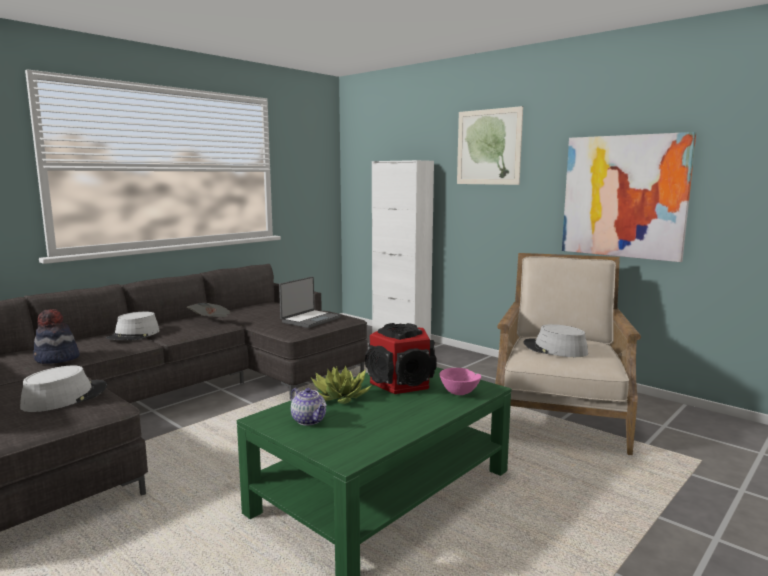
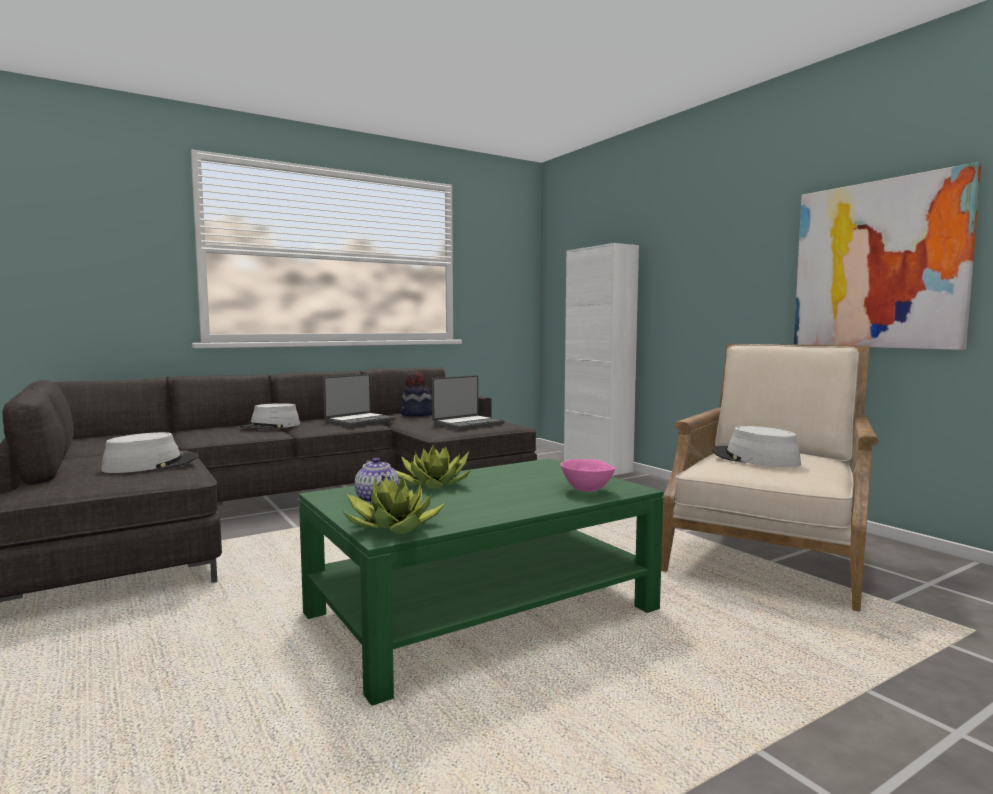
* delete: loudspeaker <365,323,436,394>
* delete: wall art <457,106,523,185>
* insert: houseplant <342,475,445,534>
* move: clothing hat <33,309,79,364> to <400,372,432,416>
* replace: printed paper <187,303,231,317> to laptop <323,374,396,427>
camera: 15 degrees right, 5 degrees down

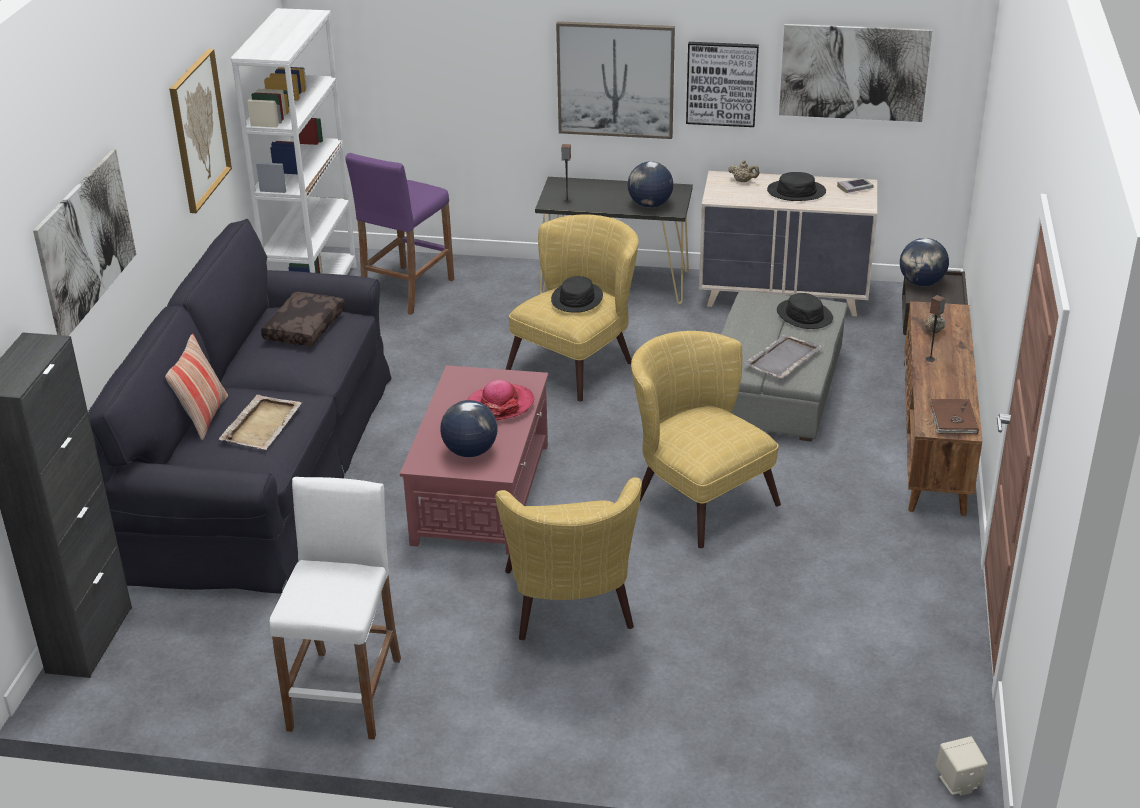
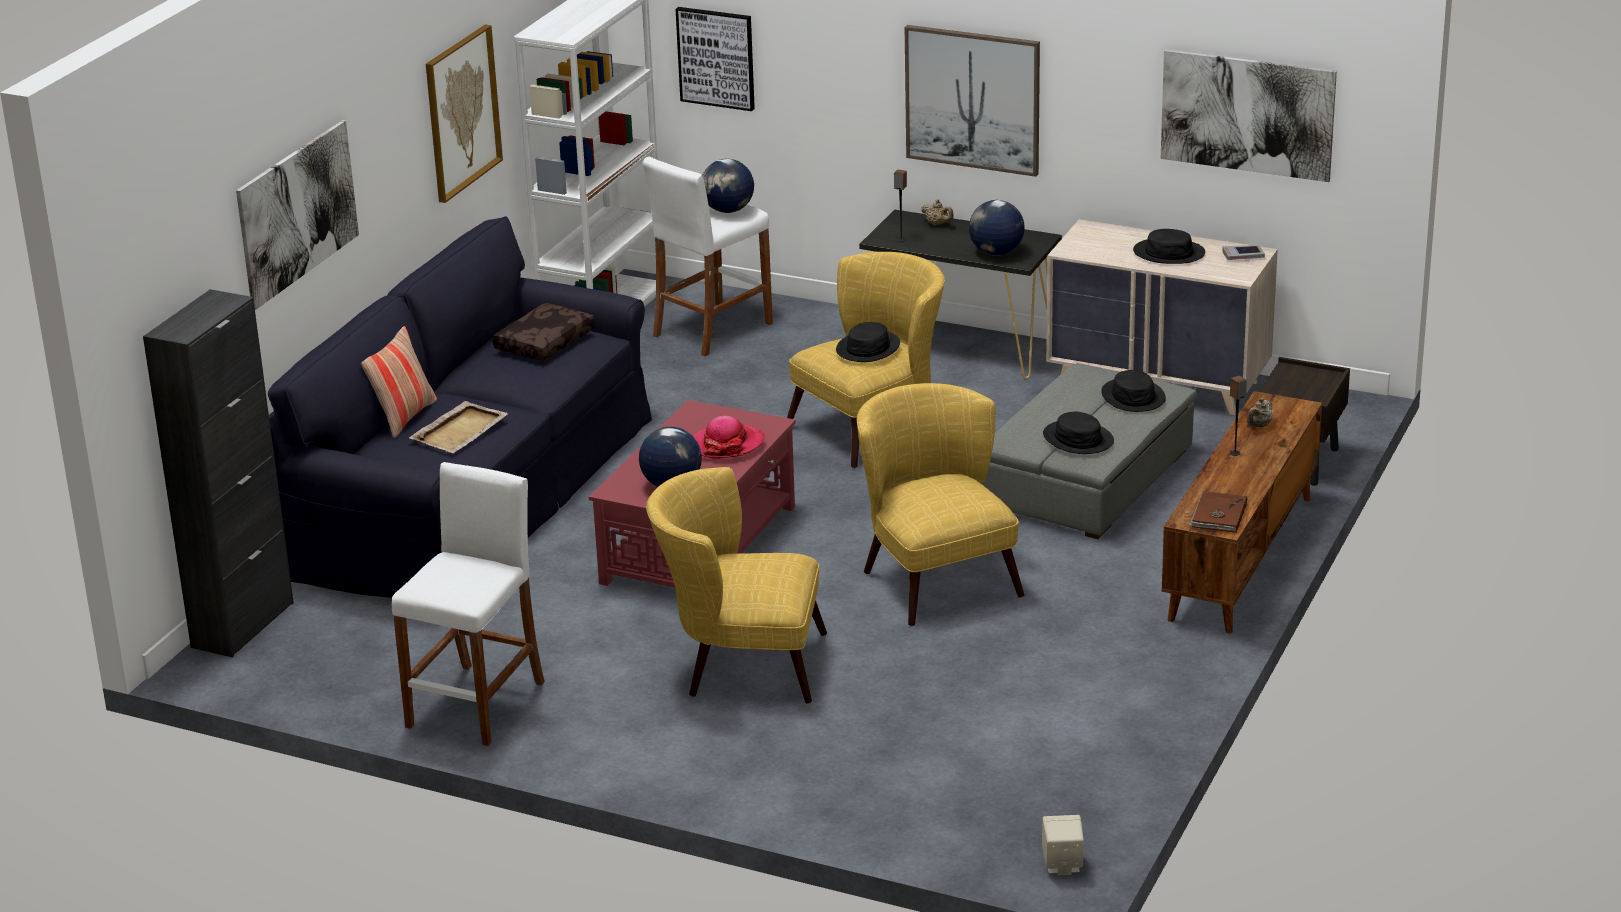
* move: wall art <686,42,759,127> to <676,7,755,111>
* move: sand-coloured teapot <728,160,759,182> to <921,199,954,226>
* move: world globe <900,238,949,286> to <702,159,754,213>
* replace: gray tray <743,334,822,378> to black-coloured clothing hat <1043,412,1114,454>
* recolor: purplish stool seat <345,153,454,315> to white stool seat <643,157,773,356>
* rotate: yellow armchair <495,477,642,640> = <646,467,827,704> 90 degrees clockwise
camera: 15 degrees right, 5 degrees down

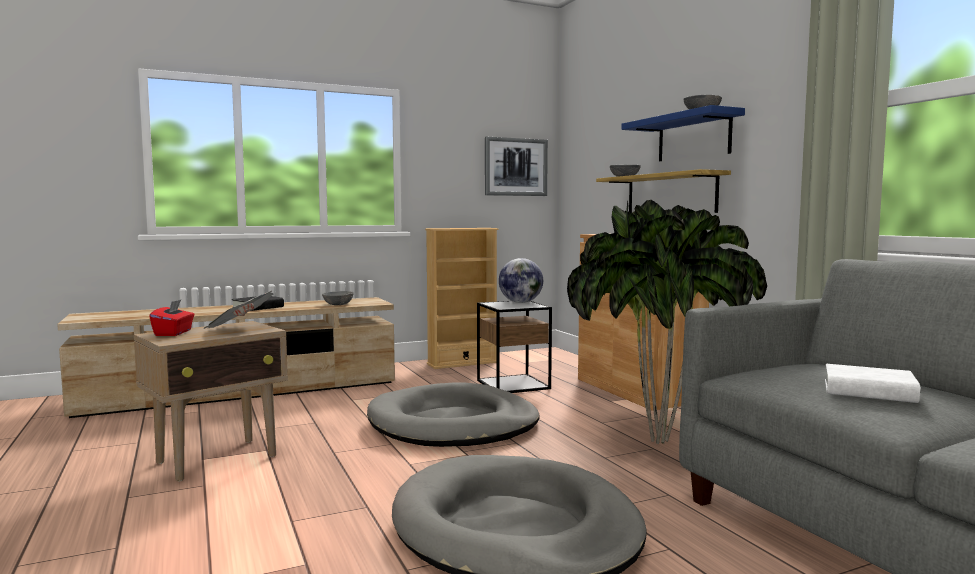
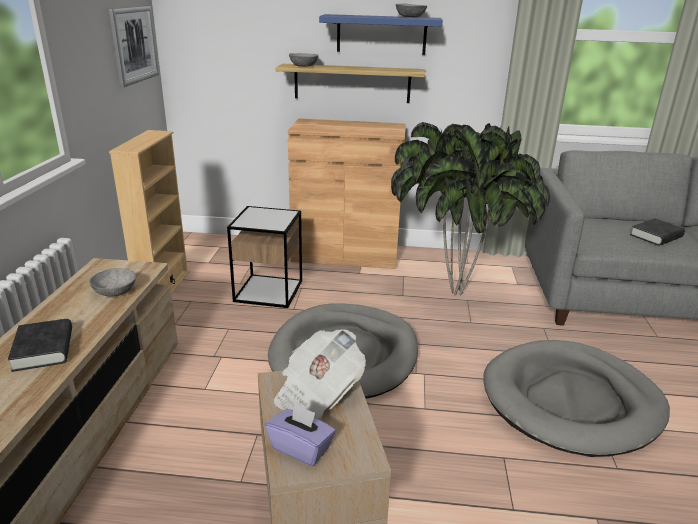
* delete: world globe <499,258,543,303>
* recolor: red-coloured tissue box <149,300,194,336> to purplish tissue box <265,403,336,466>
* recolor: white book <825,364,920,403> to black-coloured book <630,218,685,246>
camera: 60 degrees left, 20 degrees up

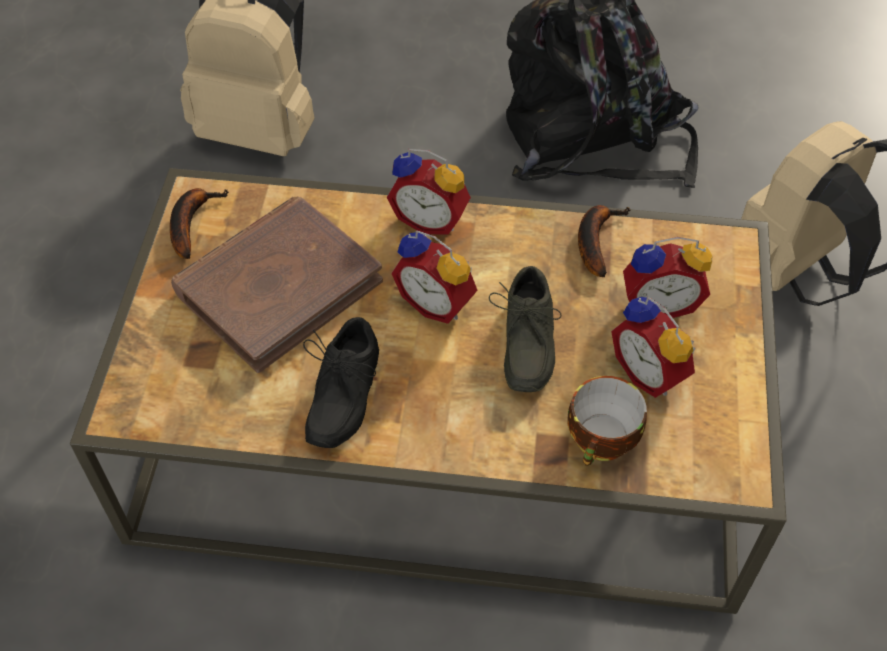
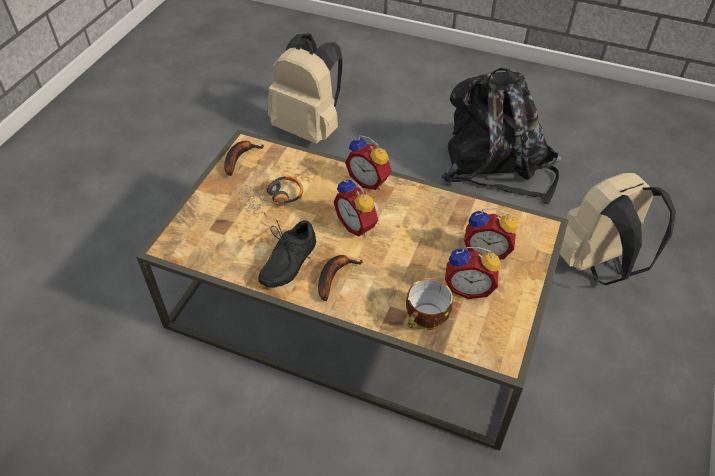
* delete: gray low shoe <489,266,562,392>
* move: banana fruit <578,205,631,277> to <318,255,363,301>
* replace: brown-coloured book <171,197,383,373> to pair of headphones <238,176,303,217>
* rotate: table clock <611,296,695,398> = <445,246,500,299> 60 degrees counterclockwise
camera: 15 degrees right, 5 degrees down

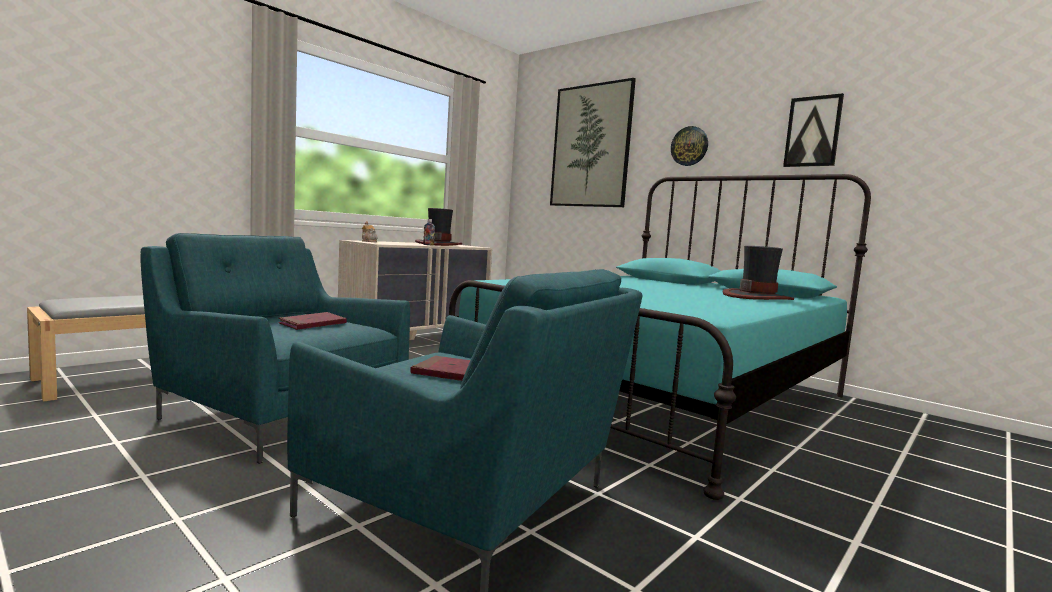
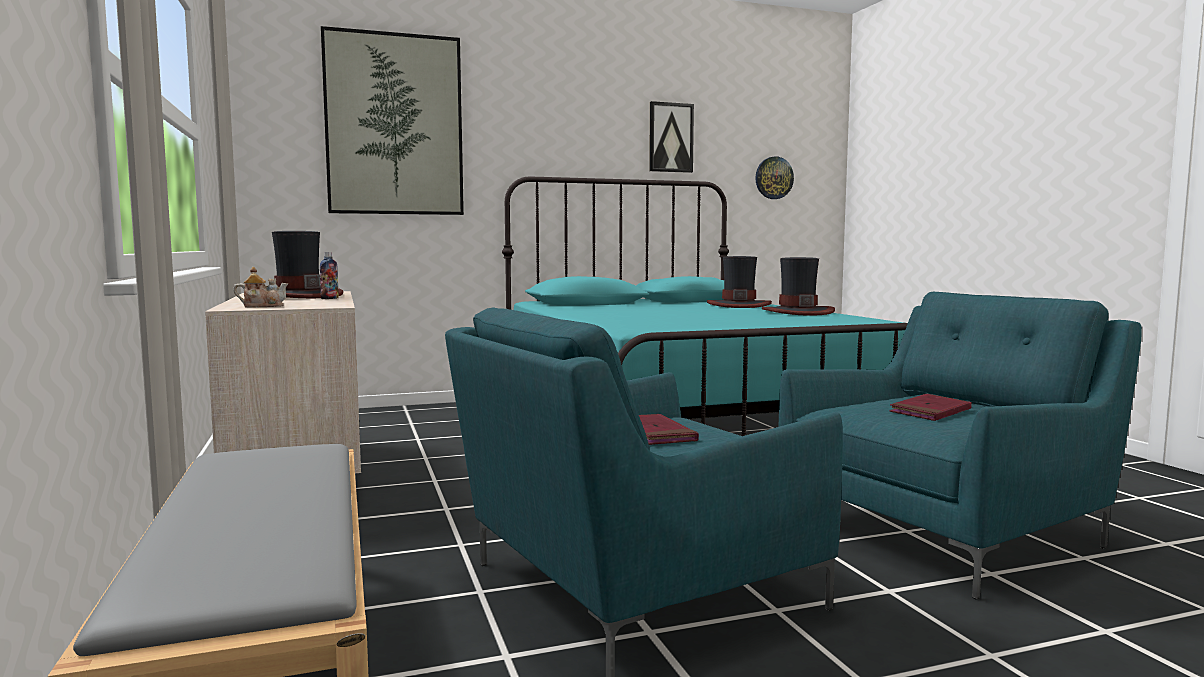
* insert: clothing hat <762,257,835,316>
* move: hanging clock <671,126,708,166> to <755,156,794,199>
camera: 60 degrees left, 0 degrees up

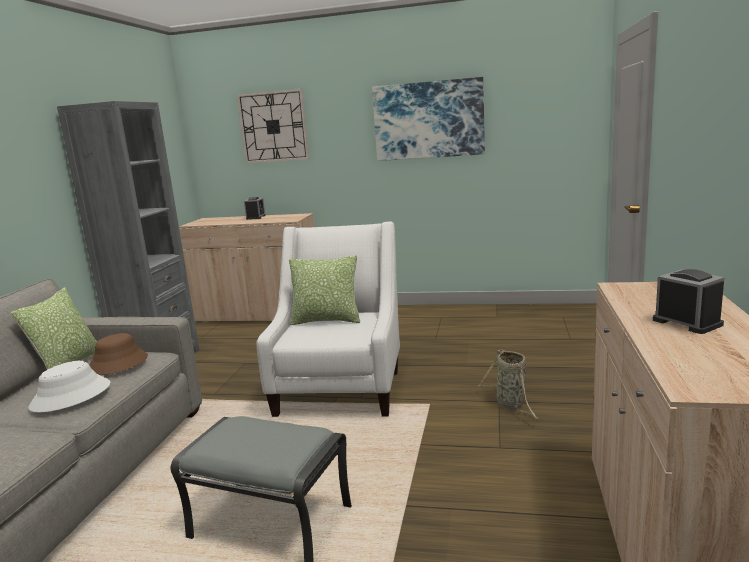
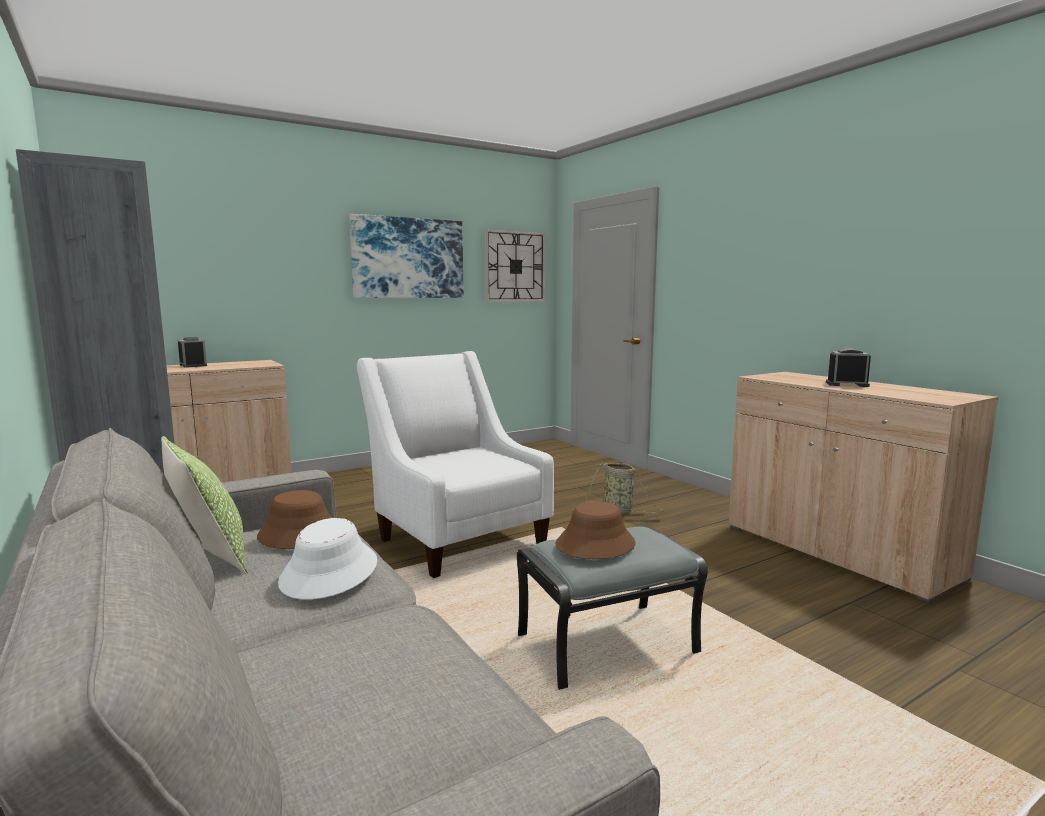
* delete: throw pillow <289,255,360,325>
* insert: brown-coloured clothing hat <556,502,636,559>
* move: hanging clock <236,88,309,164> to <485,229,546,302>
camera: 45 degrees left, 5 degrees down

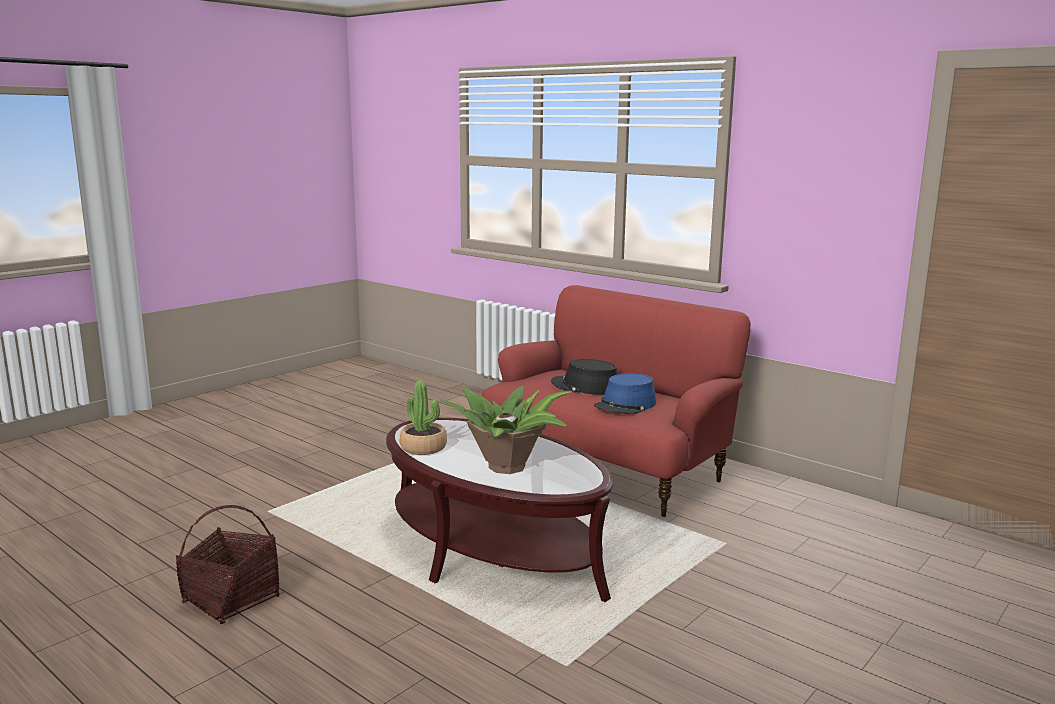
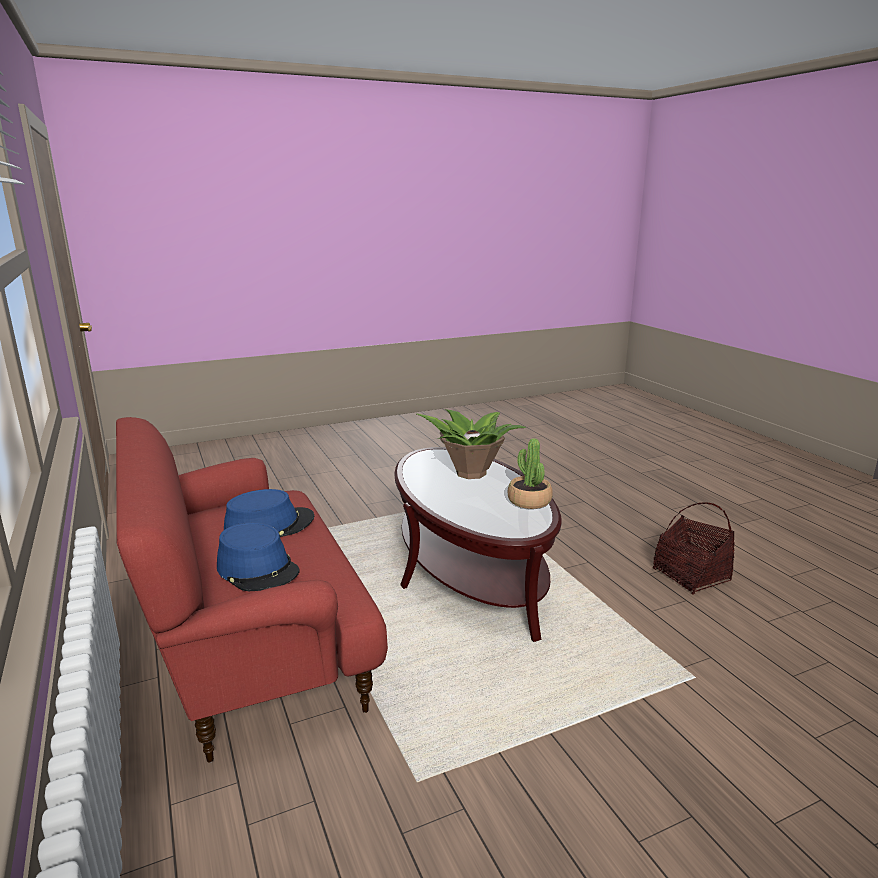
* recolor: black-coloured clothing hat <551,359,618,395> to bluish clothing hat <217,522,300,591>
camera: 155 degrees left, 5 degrees up

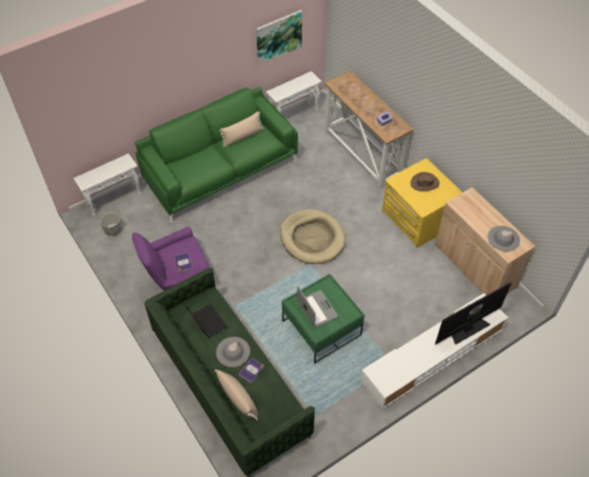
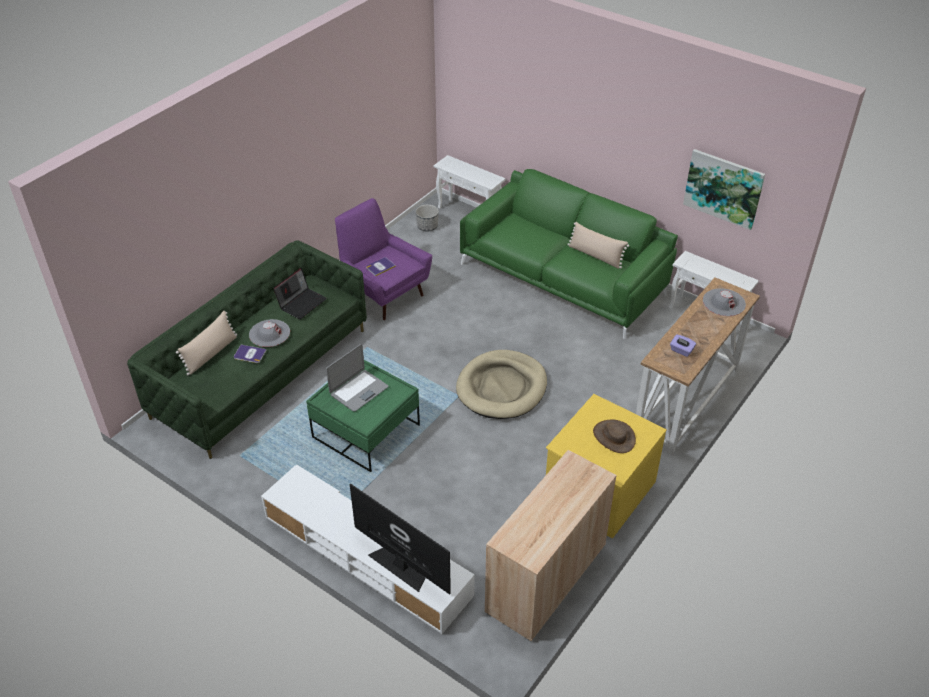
* move: gray clothing hat <487,226,520,252> to <703,288,746,316>
camera: 70 degrees right, 10 degrees down

